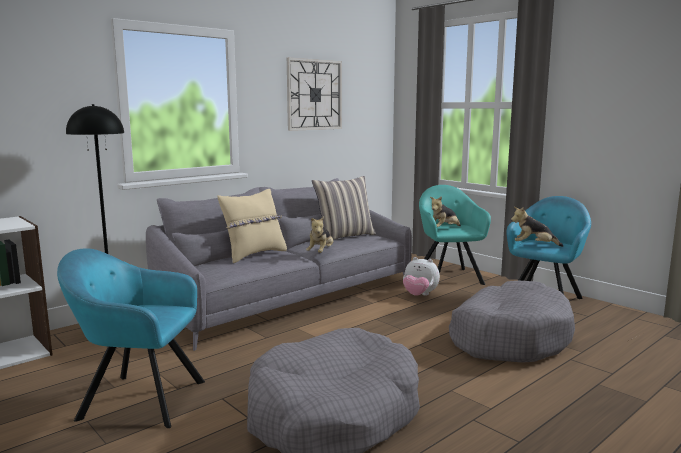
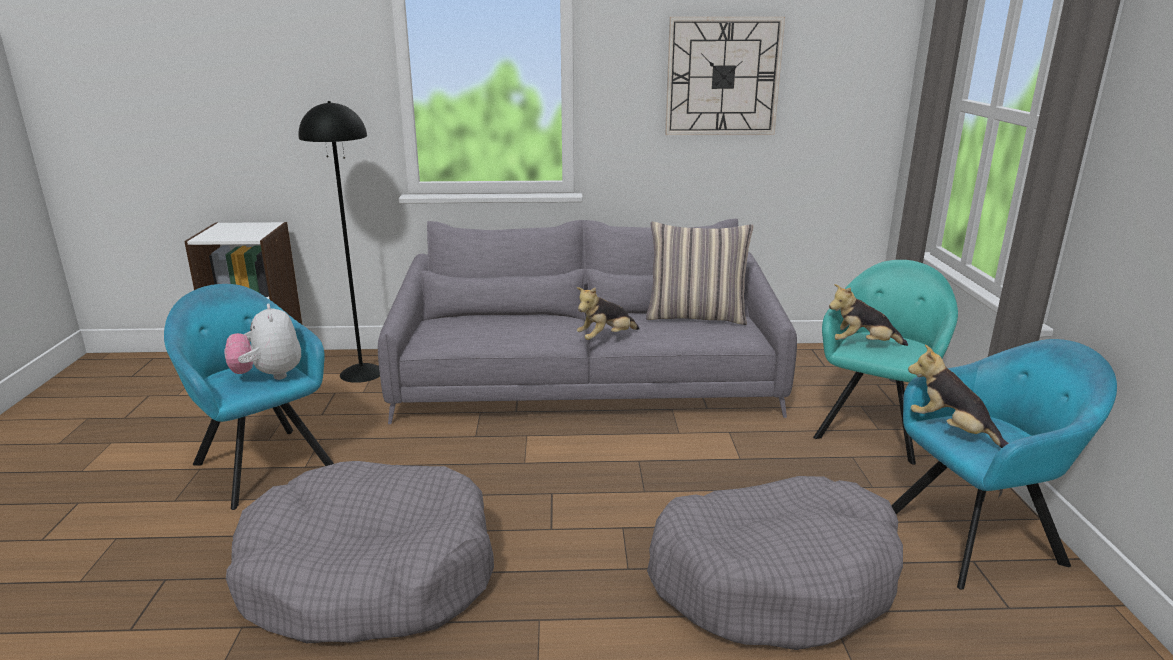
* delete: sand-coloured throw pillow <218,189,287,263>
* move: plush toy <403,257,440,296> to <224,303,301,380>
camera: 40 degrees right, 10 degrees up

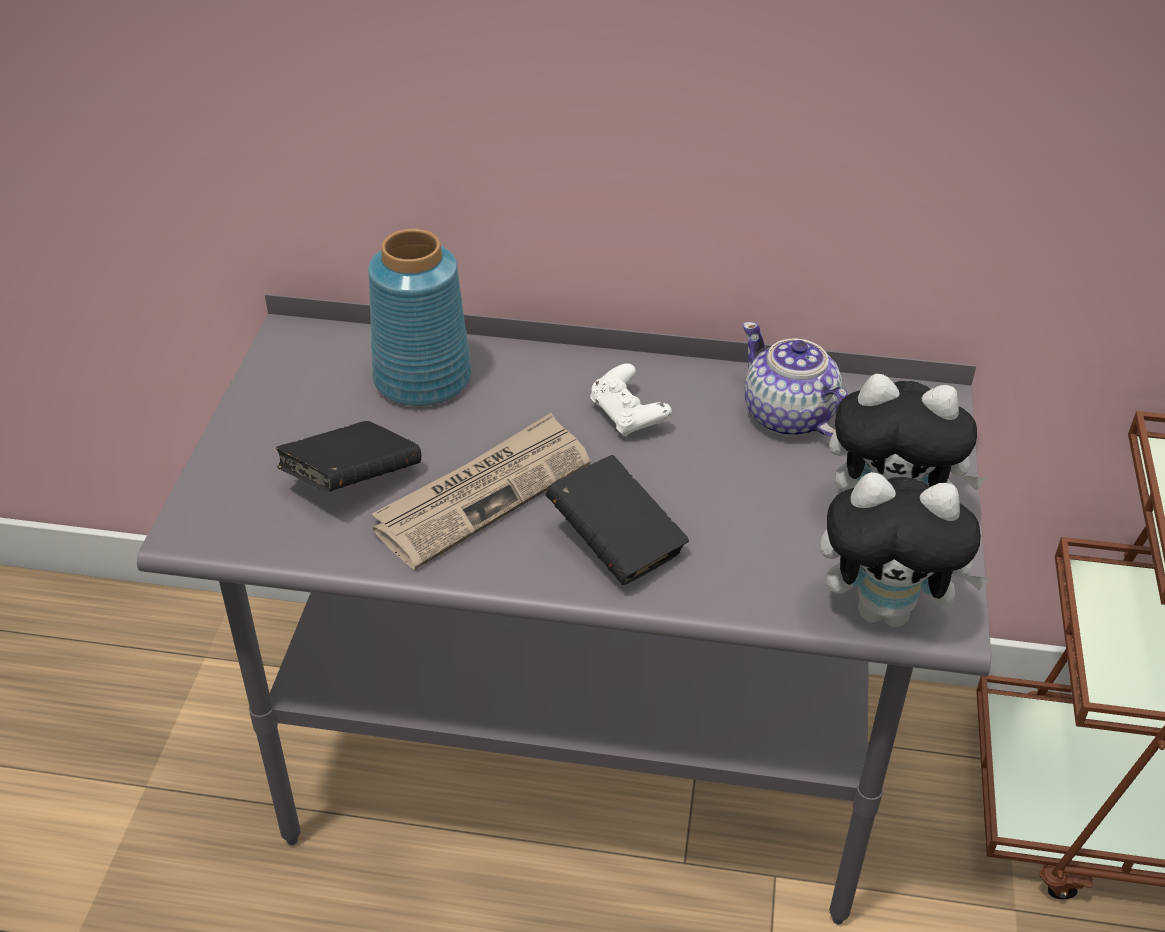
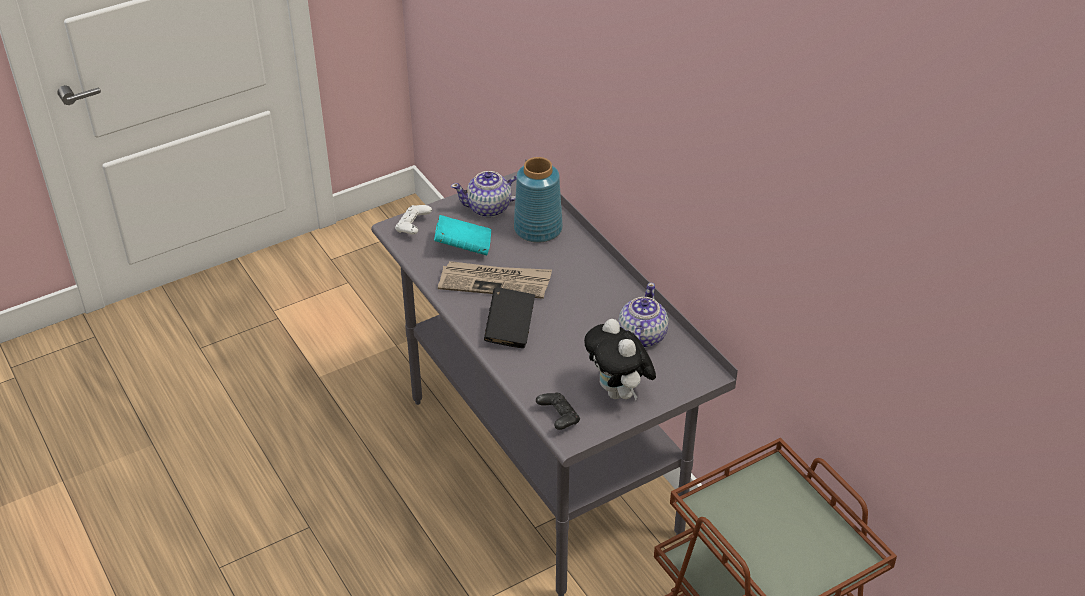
* insert: teapot <451,171,517,217>
* move: white gamepad <590,363,672,437> to <395,205,432,234>
* replace: plush toy <820,472,990,627> to black-coloured gamepad <536,393,580,430>
* recolor: black-coloured book <276,421,421,492> to blue-green book <434,215,491,256>
camera: 50 degrees right, 0 degrees up

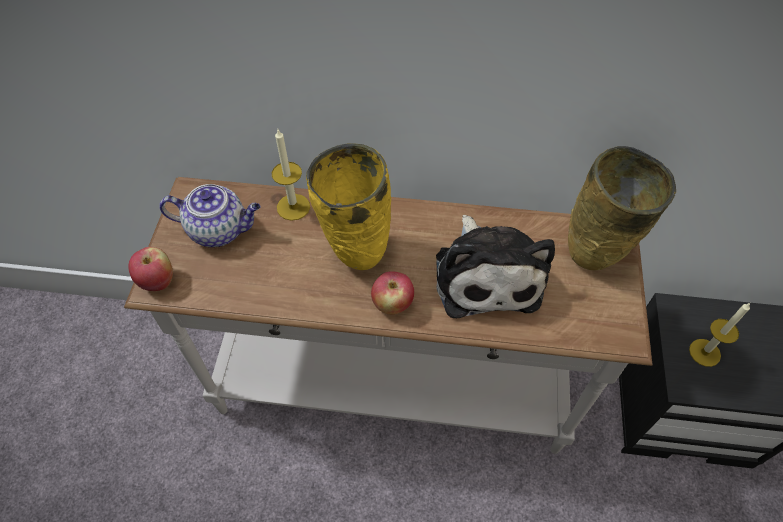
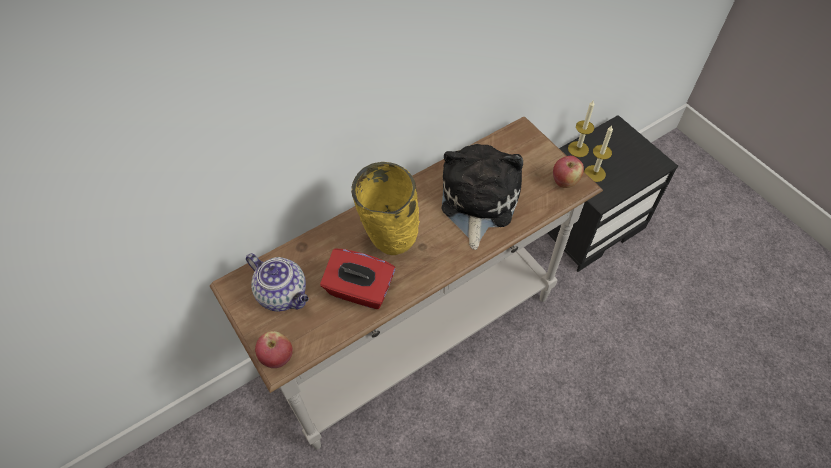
* delete: sand-coloured decorative vase <568,146,676,270>
* insert: red-coloured tissue box <320,249,395,309>
* move: candle <272,130,310,221> to <568,101,594,157>
* move: apple <371,271,414,315> to <553,156,584,188>
* rotate: teapot <159,184,260,247> = <246,253,309,312> 75 degrees clockwise
* rotate: plush toy <436,215,555,318> = <442,144,523,250> 120 degrees counterclockwise
camera: 40 degrees left, 0 degrees up

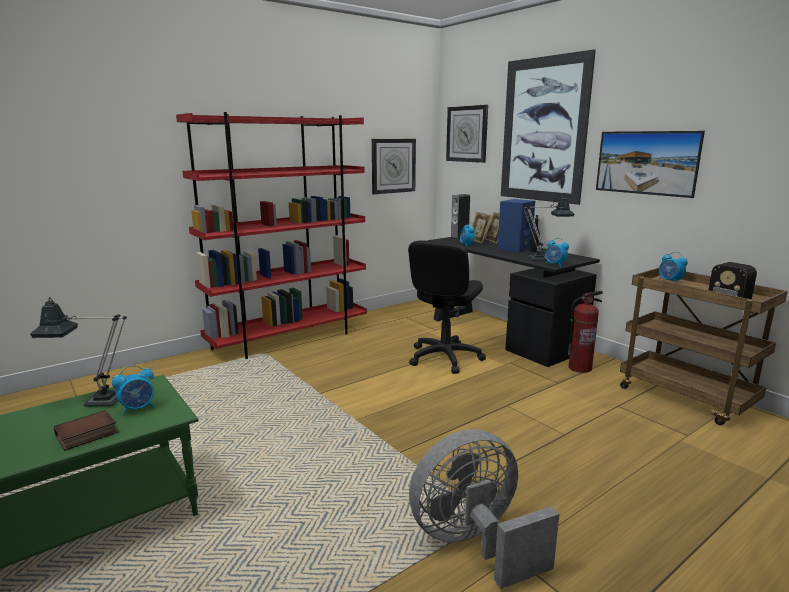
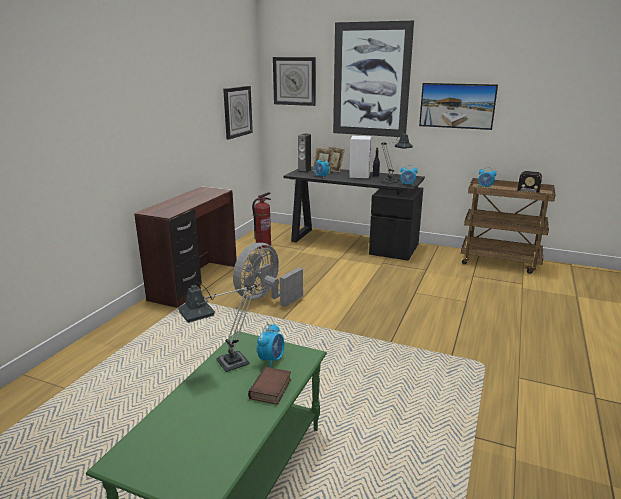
* delete: black-coloured computer chair <408,240,486,374>
* move: gray fan <409,429,559,589> to <233,242,303,307>
* move: extinguisher <568,291,603,373> to <252,192,271,249>
* replace: red-coloured bookshelf <176,112,367,359> to brown-coloured desk table <134,186,237,308>
* recolor: bluish loudspeaker <498,199,535,253> to white loudspeaker <349,136,371,178>
camera: 30 degrees left, 5 degrees up

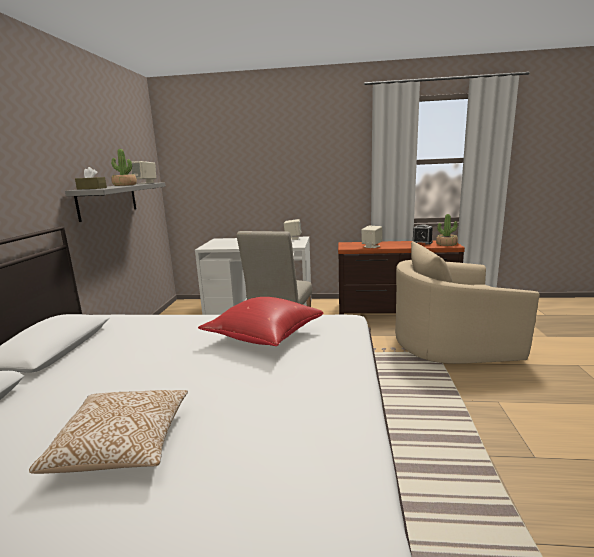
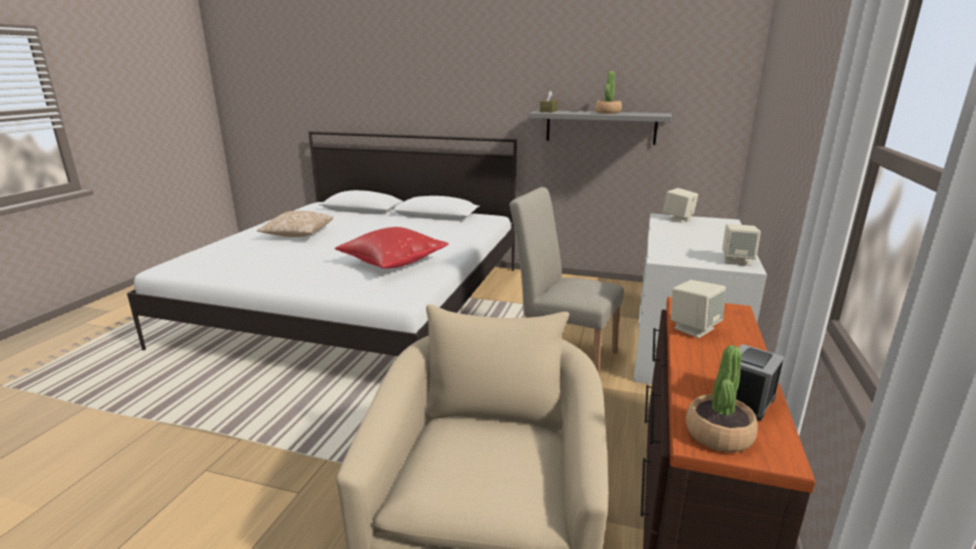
* move: sand-coloured loudspeaker <131,161,156,184> to <663,188,698,223>
camera: 100 degrees right, 5 degrees up

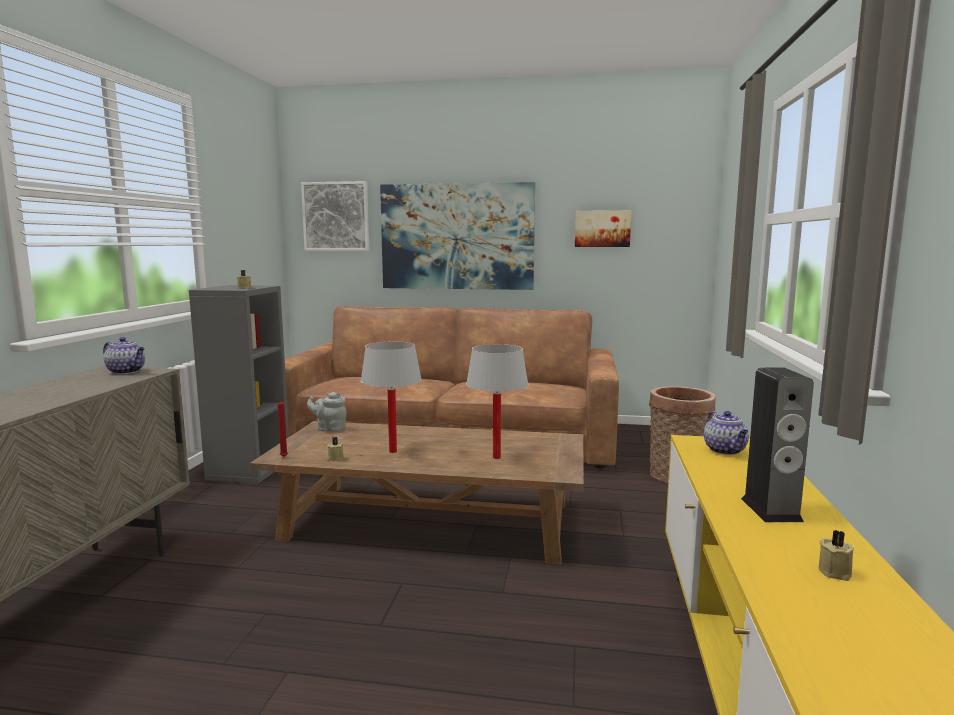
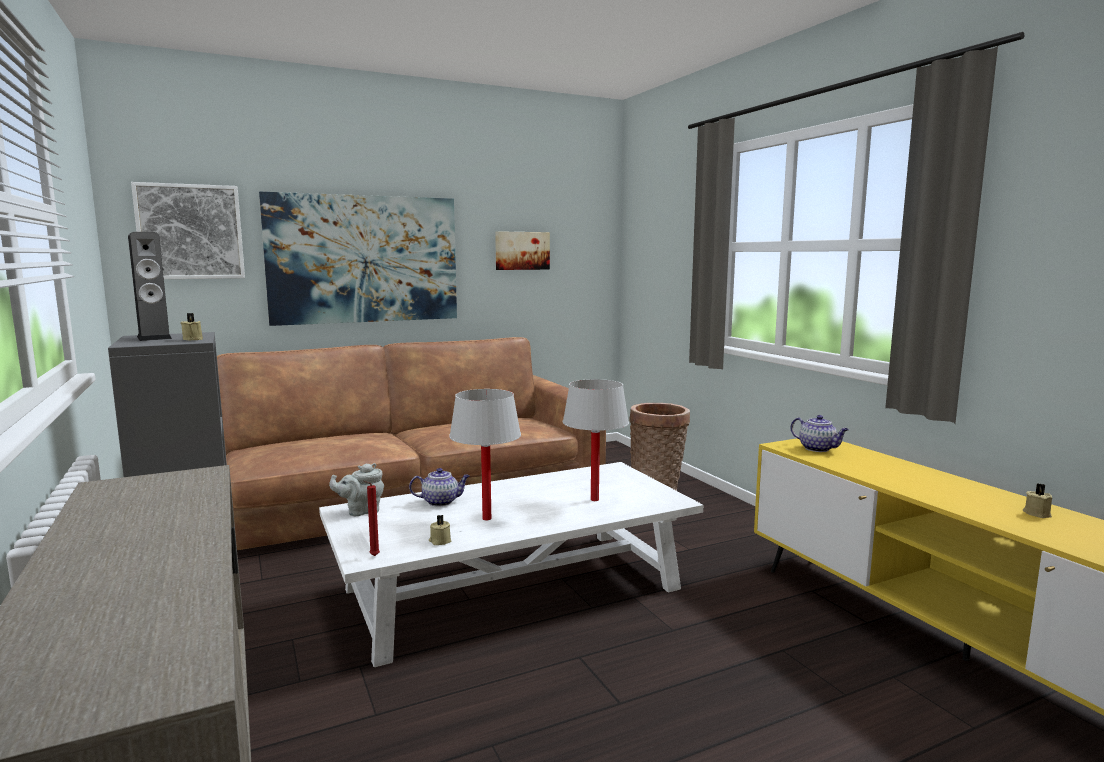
* move: teapot <103,337,145,374> to <409,468,470,506>
* move: loudspeaker <741,367,814,522> to <128,232,172,341>
* recolor: brown-coloured low table <250,421,584,564> to white low table <319,462,703,667>
camera: 35 degrees left, 0 degrees up

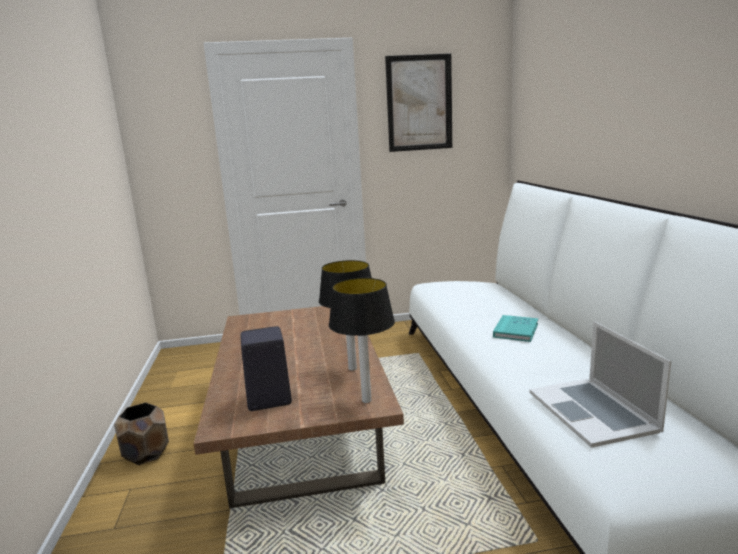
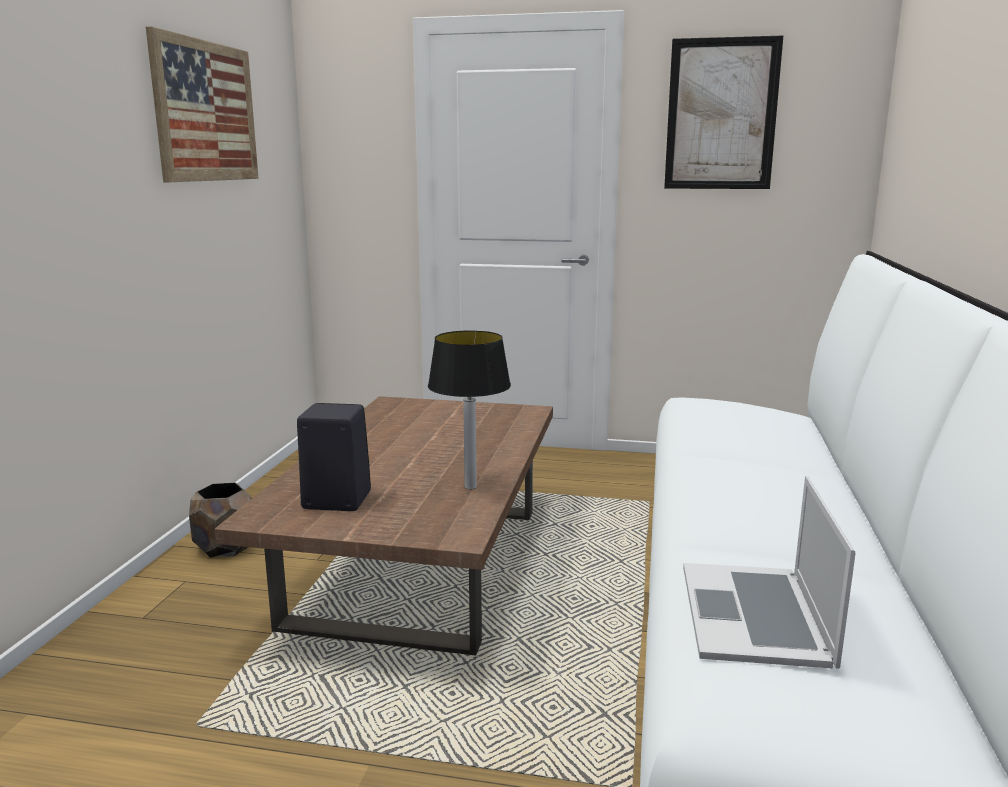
* delete: tabletop lamp <329,278,395,403>
* delete: blue-green book <493,315,538,342>
* insert: wall art <146,27,259,182>
camera: 20 degrees right, 0 degrees up

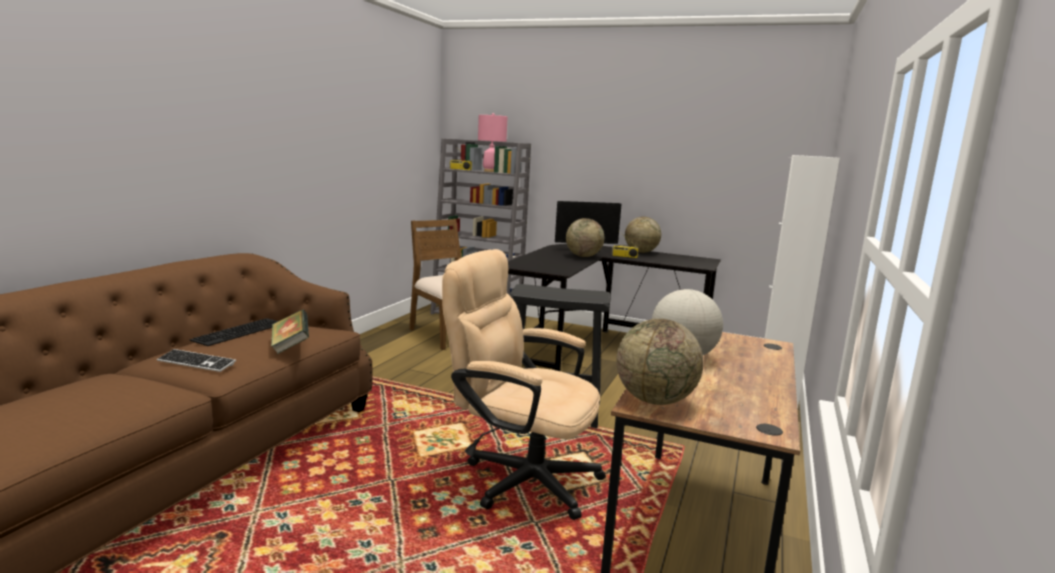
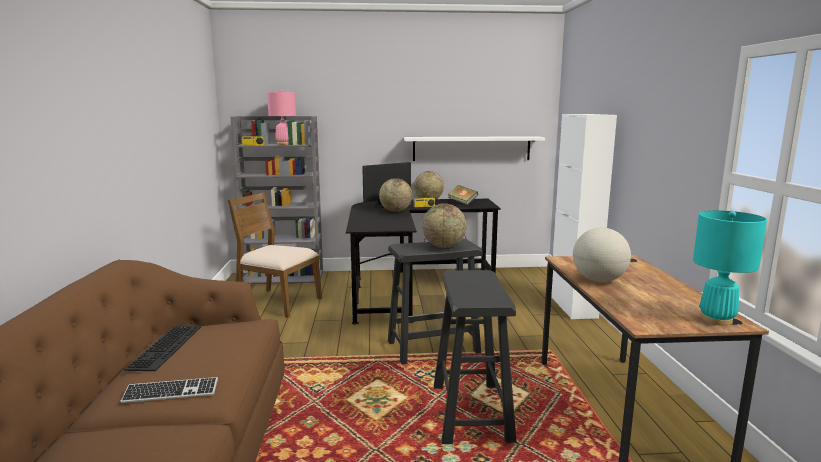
* insert: white wall shelf <404,136,545,161>
* insert: blue-green tabletop lamp <693,210,767,326>
* move: book <271,310,309,354> to <448,185,478,205>
* move: world globe <616,319,703,405> to <422,203,467,248>
* replace: sand-coloured computer chair <442,249,606,520> to black-coloured stool seat <434,270,517,444>
camera: 25 degrees left, 0 degrees up

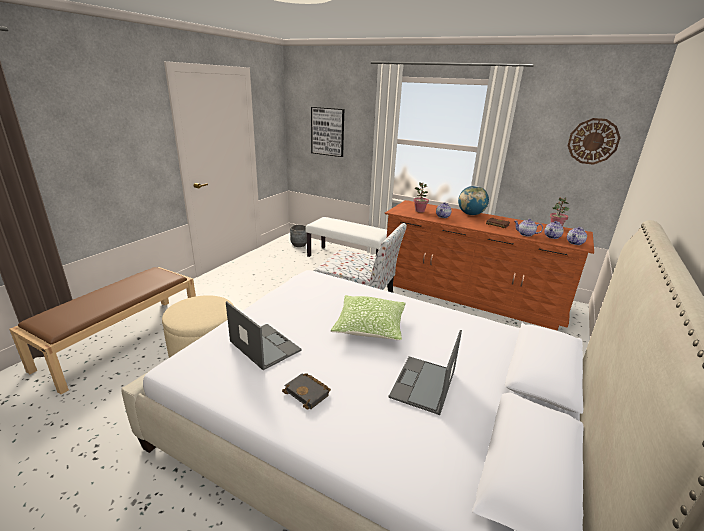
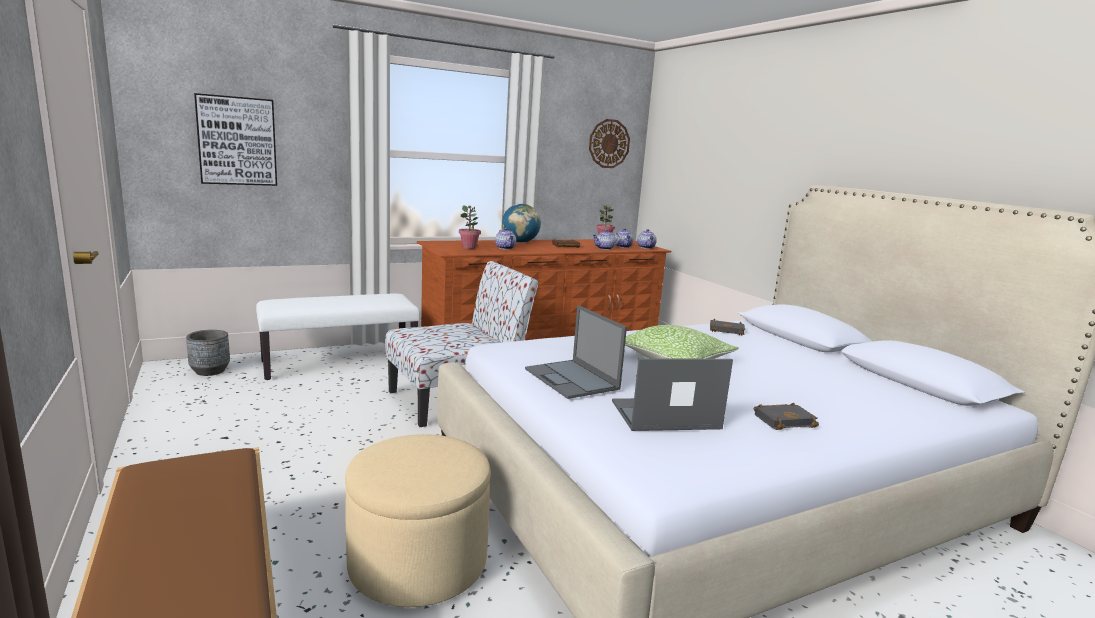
* insert: black-coloured book <710,318,745,336>
* move: laptop <388,330,462,415> to <525,305,627,399>
camera: 55 degrees left, 10 degrees down

